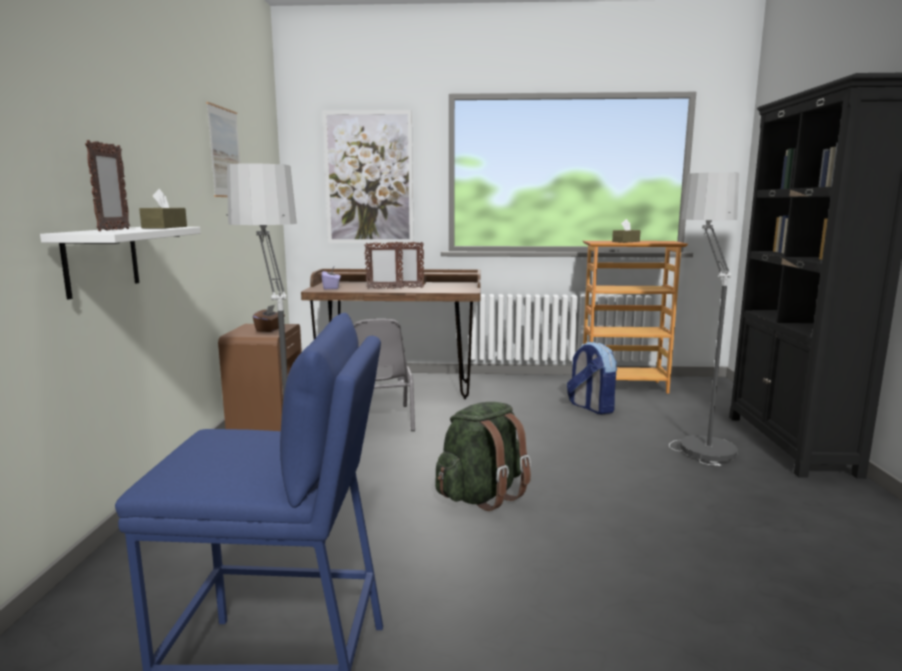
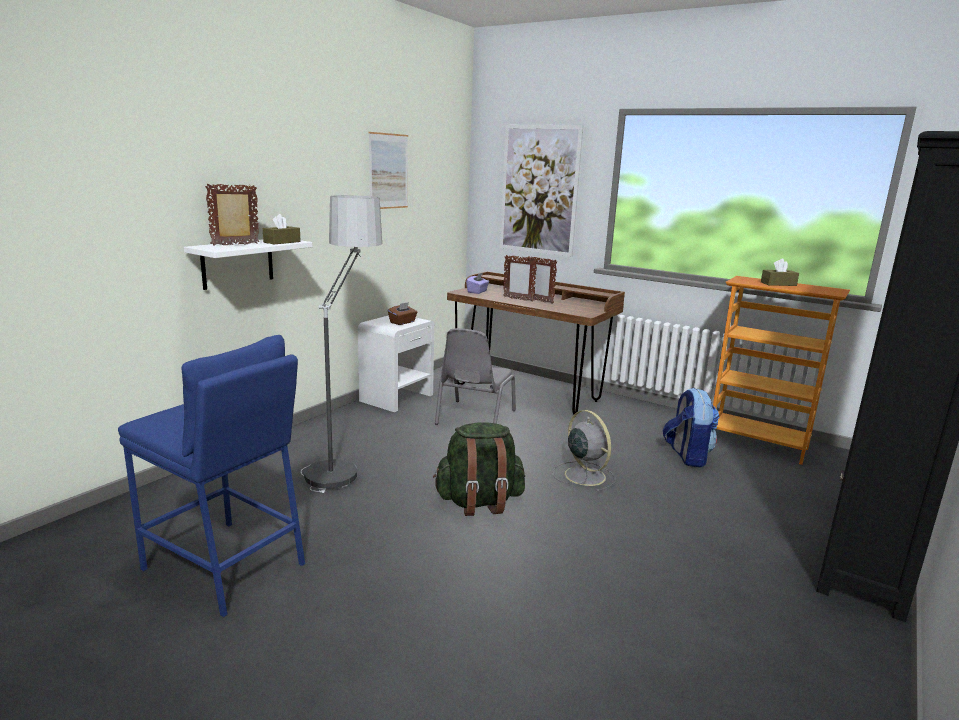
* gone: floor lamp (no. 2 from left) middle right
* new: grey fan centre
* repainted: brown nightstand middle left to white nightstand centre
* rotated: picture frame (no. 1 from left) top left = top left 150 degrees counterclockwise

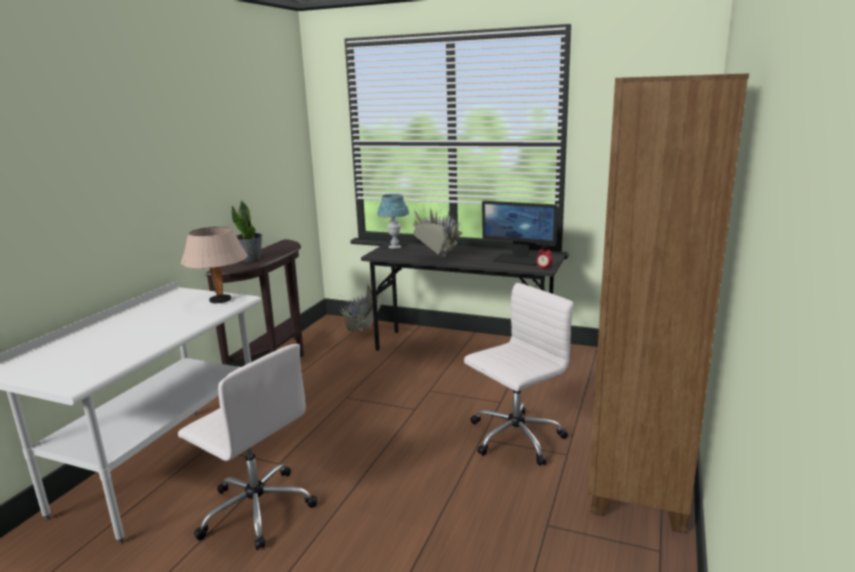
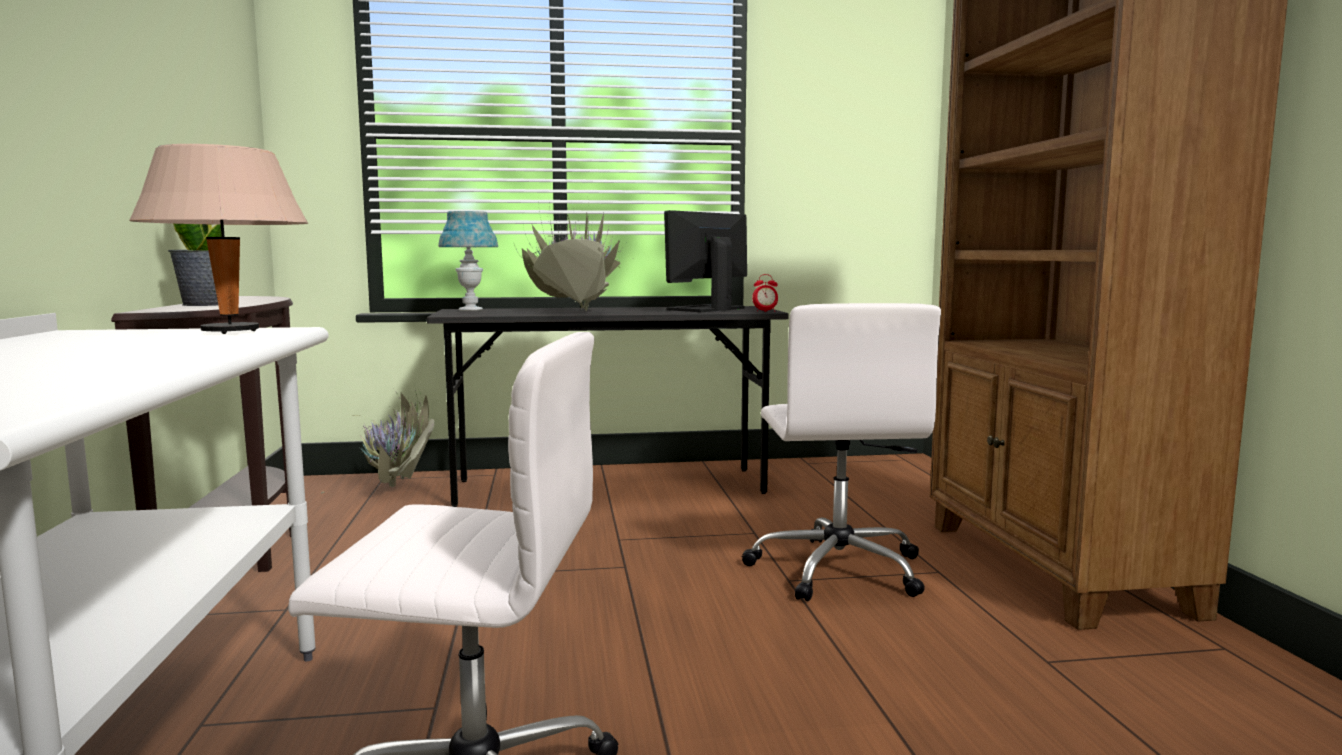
* rotated: white office chair (no. 2 from left) centre = centre 150 degrees clockwise
* rotated: monitor centre = centre 135 degrees clockwise

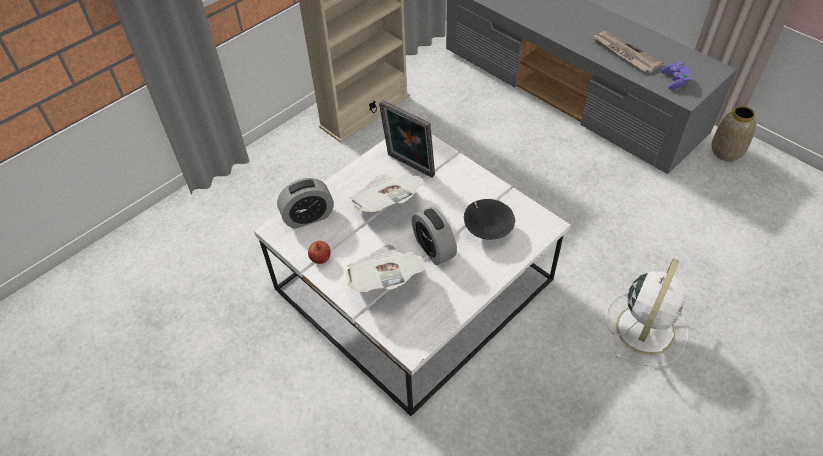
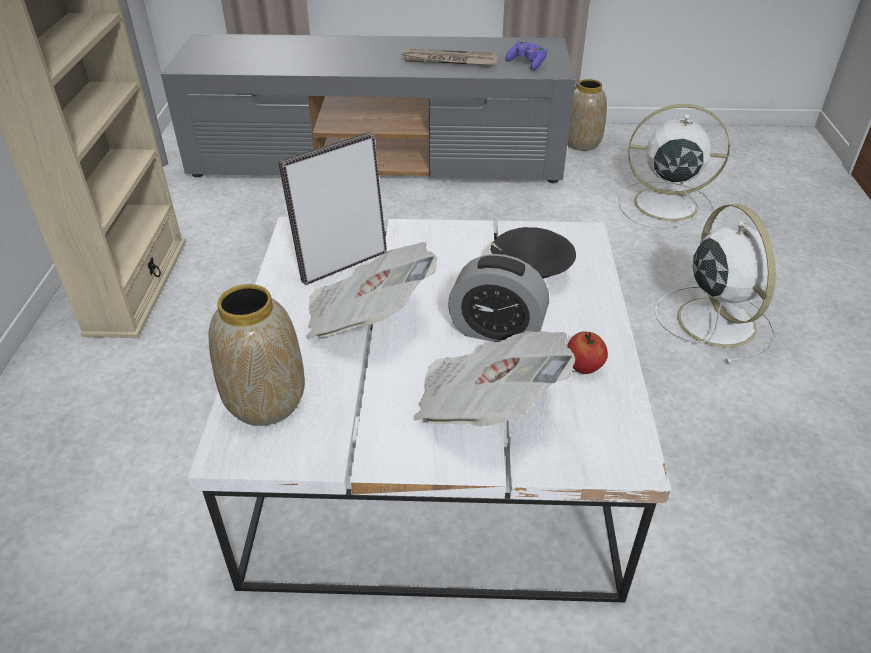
* new: white fan (no. 1 from left) top right
* shifted: apple centre to middle right
* swapped: alarm clock (no. 1 from left) centre to vase (no. 1 from left) middle left
* rotated: picture frame top centre = top centre 150 degrees clockwise

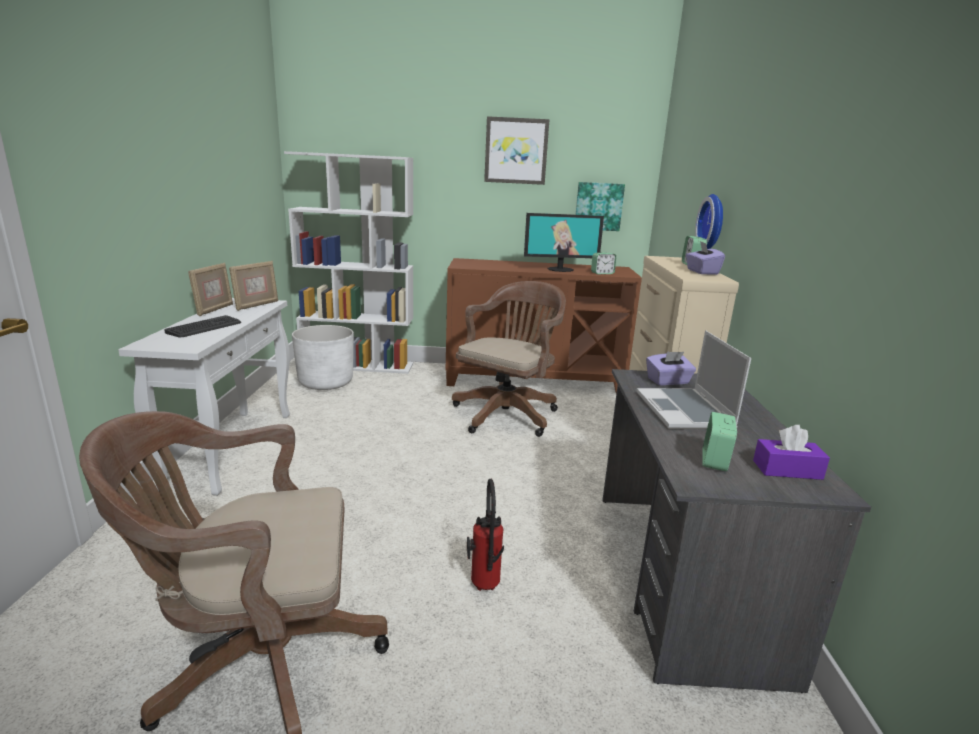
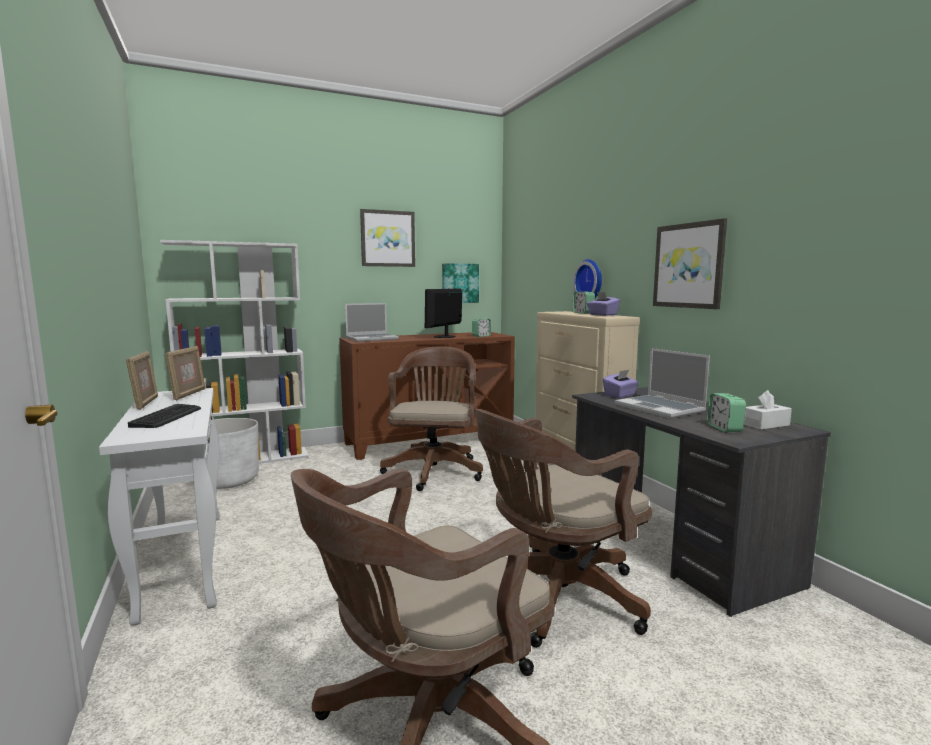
* new: laptop (no. 1 from left) centre
* new: picture (no. 3 from left) middle right
* swapped: fire extinguisher bottom centre to brown office chair (no. 3 from left) bottom centre
* repainted: purple tissue box (no. 3 from left) middle right to white tissue box middle right
* rotated: monitor top centre = centre 150 degrees clockwise

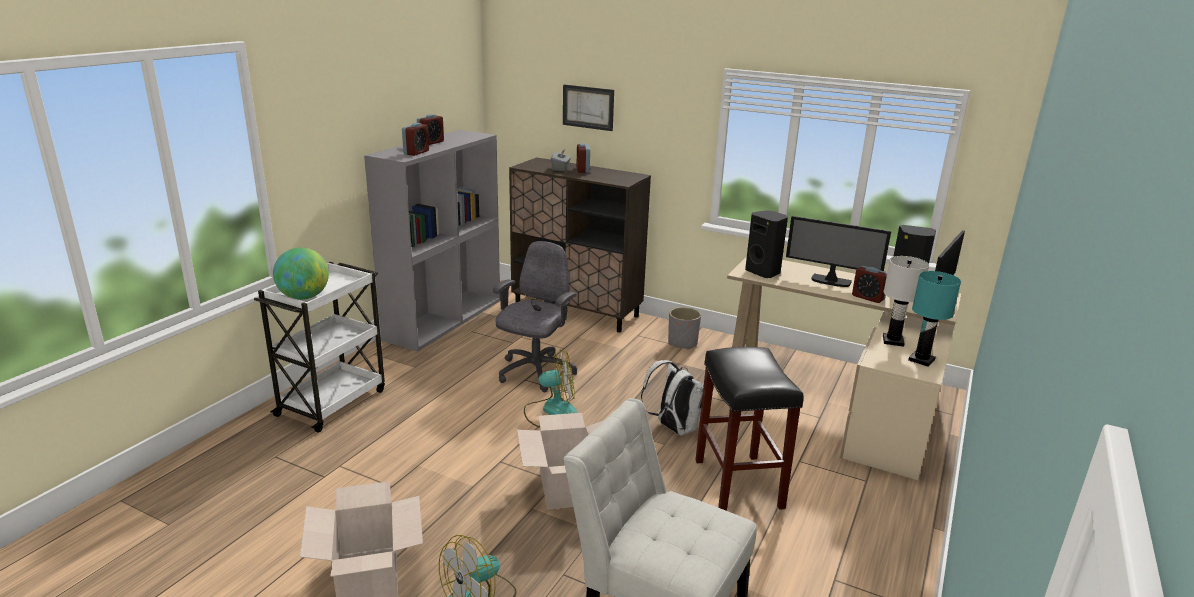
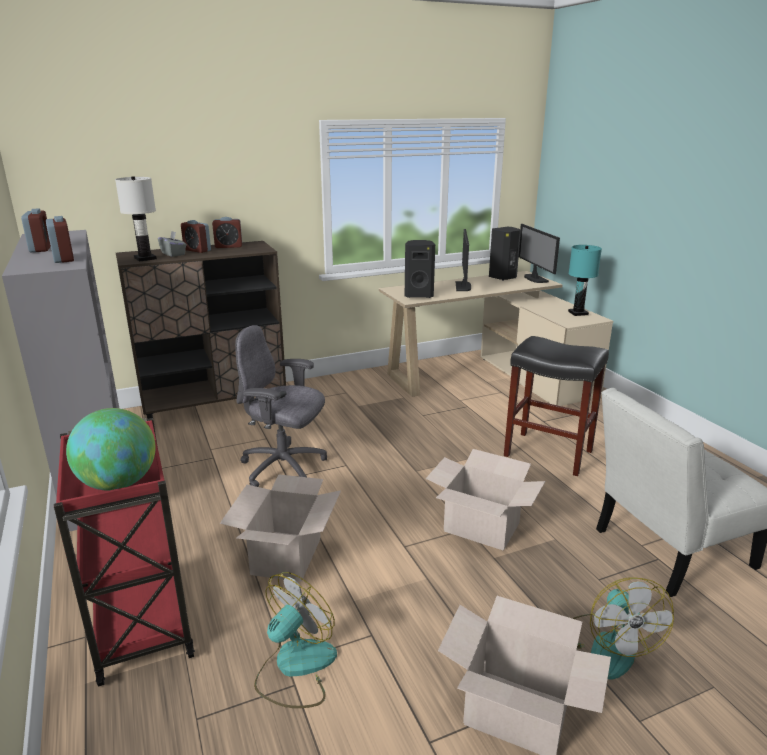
* gone: picture top centre
* gone: white backpack bottom centre
* gone: grey planter centre
* new: cardboard box (no. 1 from left) bottom centre
* shifted: fan (no. 2 from left in the first image) centre to fan (no. 1 from left) bottom centre
* shifted: alarm clock (no. 4 from left) middle right to top left
* shifted: white table lamp middle right to top left
* repainted: white cart middle left to red cart bottom left
* rotated: grey office chair centre = centre 45 degrees counterclockwise
* rotated: monitor (no. 1 from left) middle right = centre 60 degrees counterclockwise

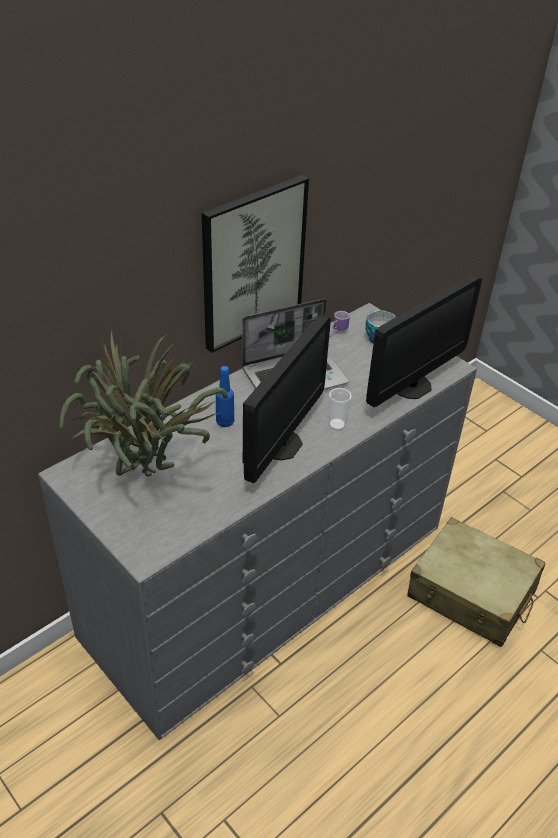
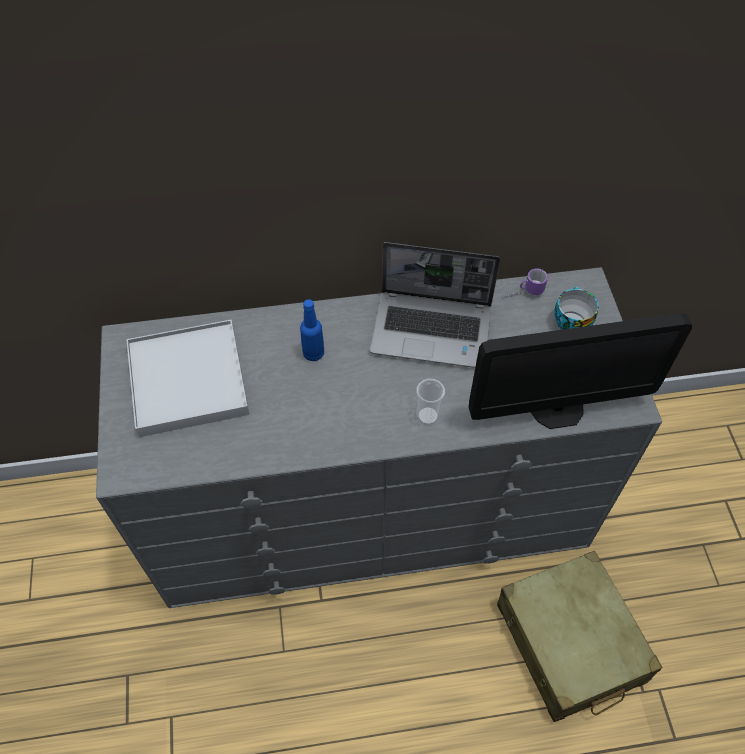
* gone: picture top centre
* gone: monitor (no. 1 from left) centre
* swapped: potted plant middle left to white tray middle left

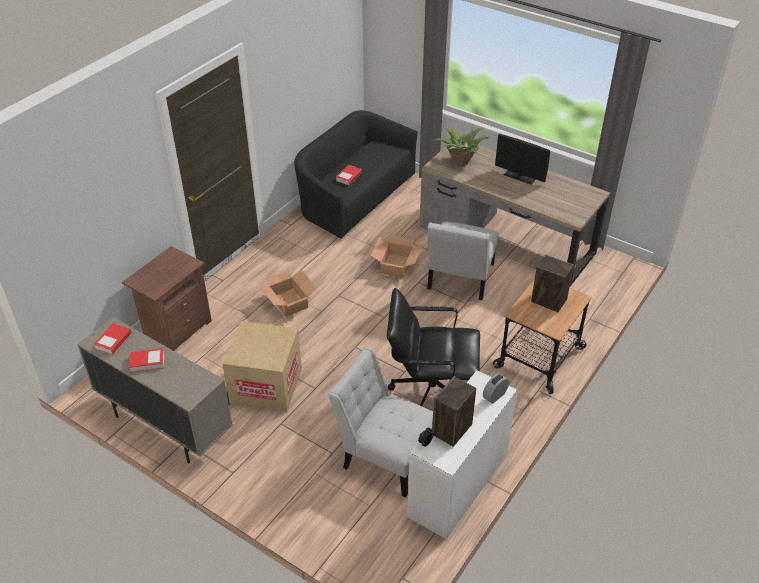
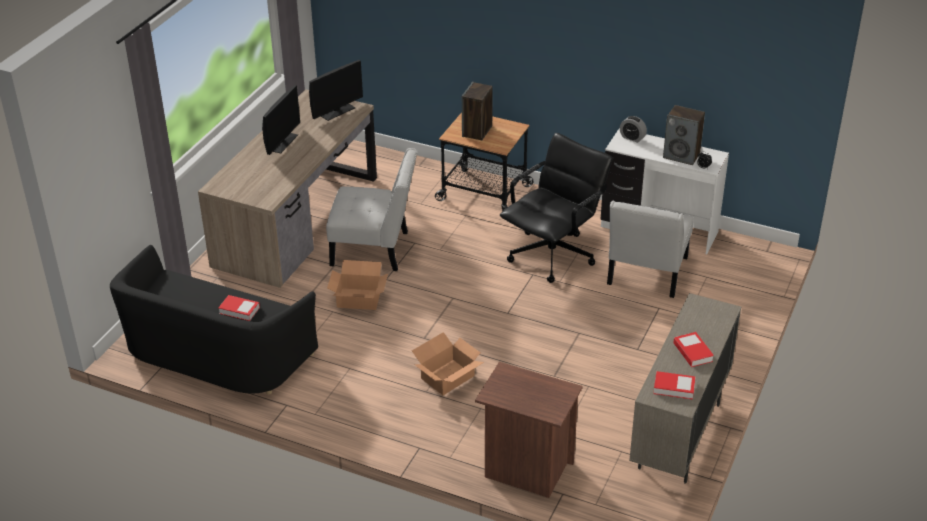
* gone: cardboard box (no. 1 from left) centre
* gone: potted plant top centre
* new: monitor (no. 2 from left) top centre
* rotated: black office chair centre = centre 135 degrees counterclockwise

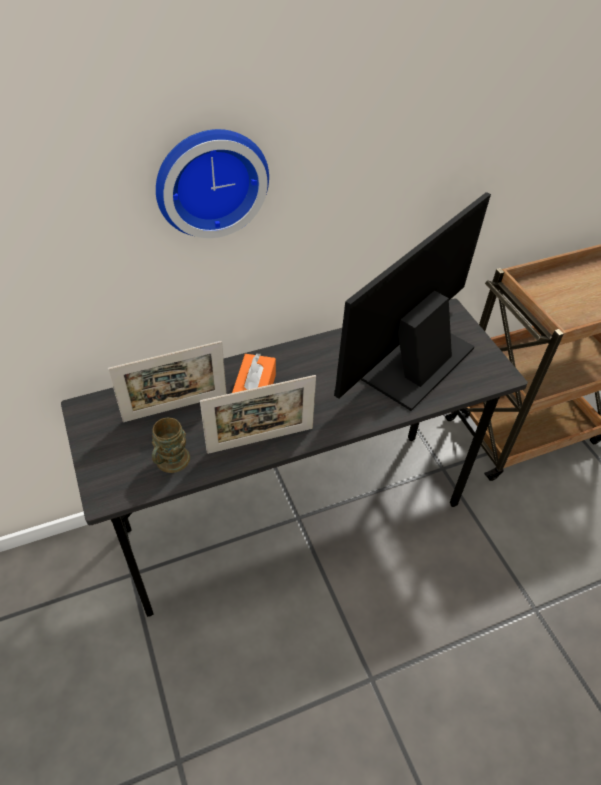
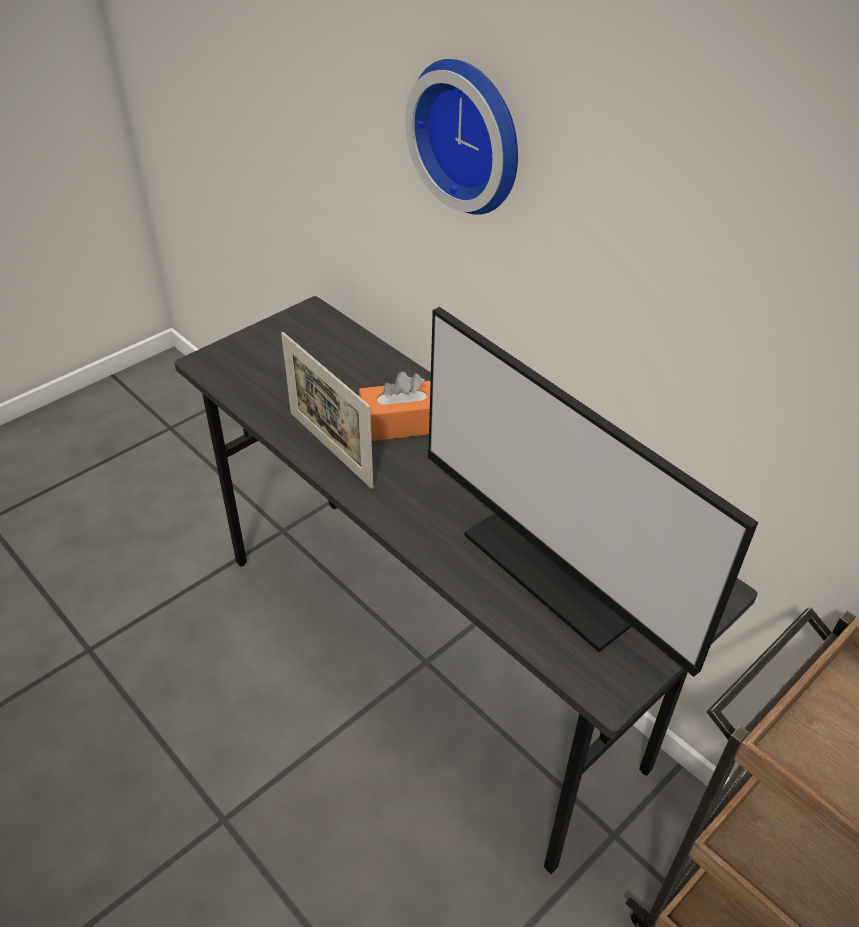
* gone: picture frame (no. 1 from left) middle left
* gone: brown mug middle left
* rotated: monitor middle right = middle right 150 degrees counterclockwise

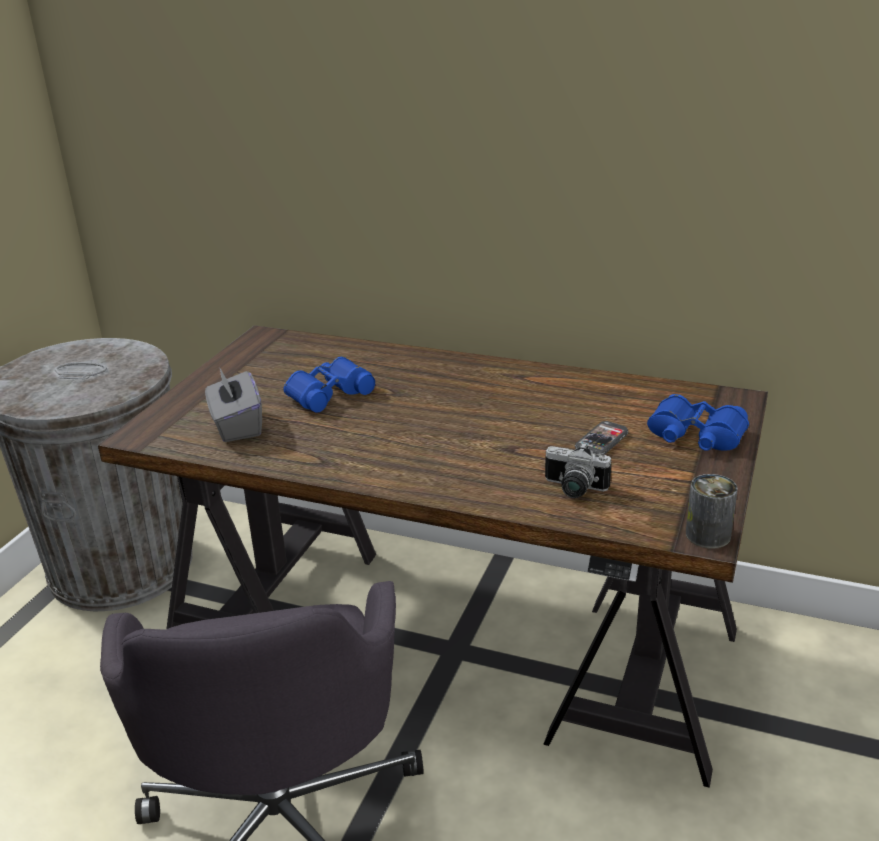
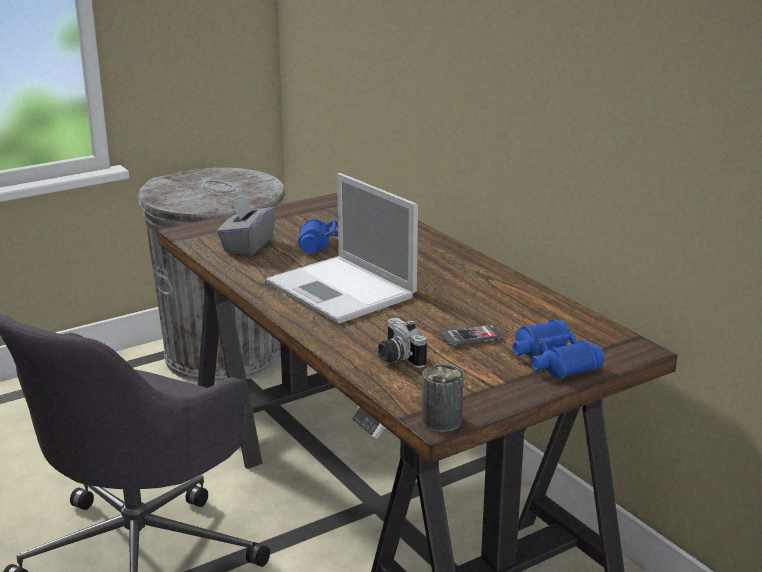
* new: laptop centre

